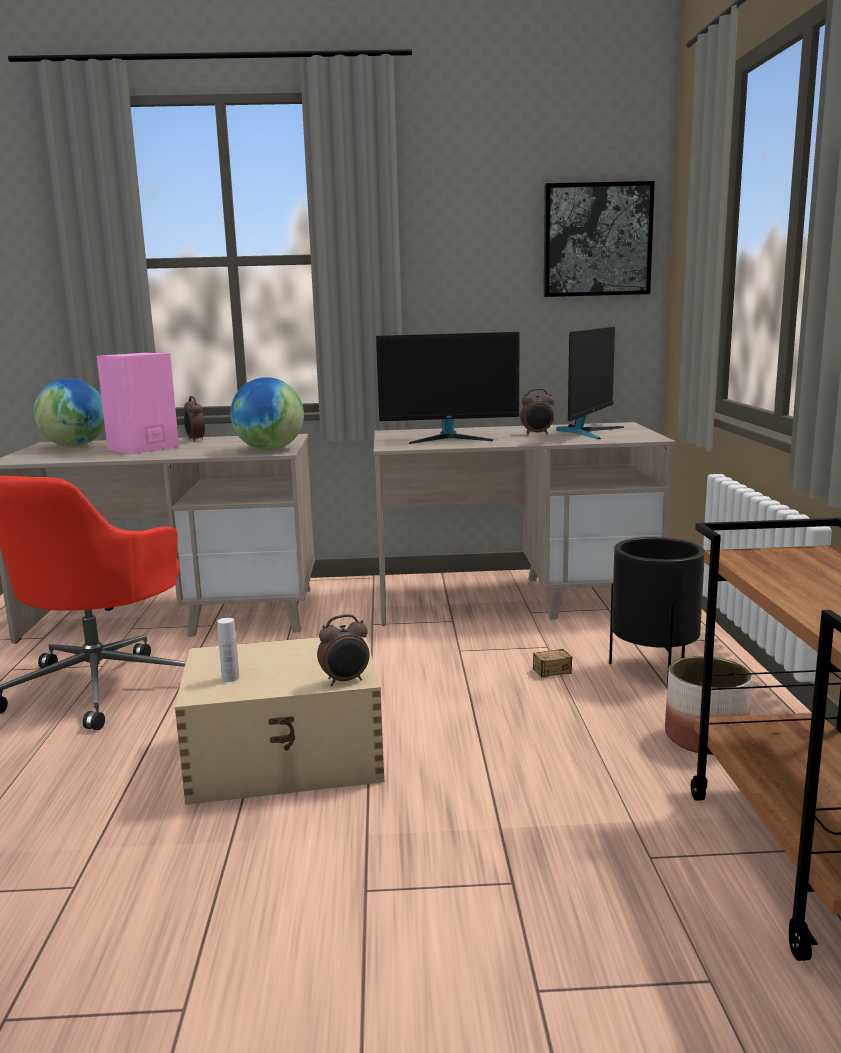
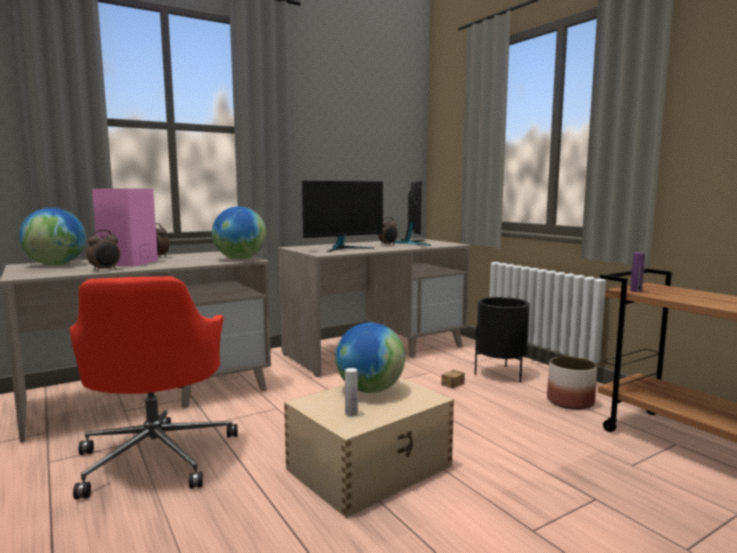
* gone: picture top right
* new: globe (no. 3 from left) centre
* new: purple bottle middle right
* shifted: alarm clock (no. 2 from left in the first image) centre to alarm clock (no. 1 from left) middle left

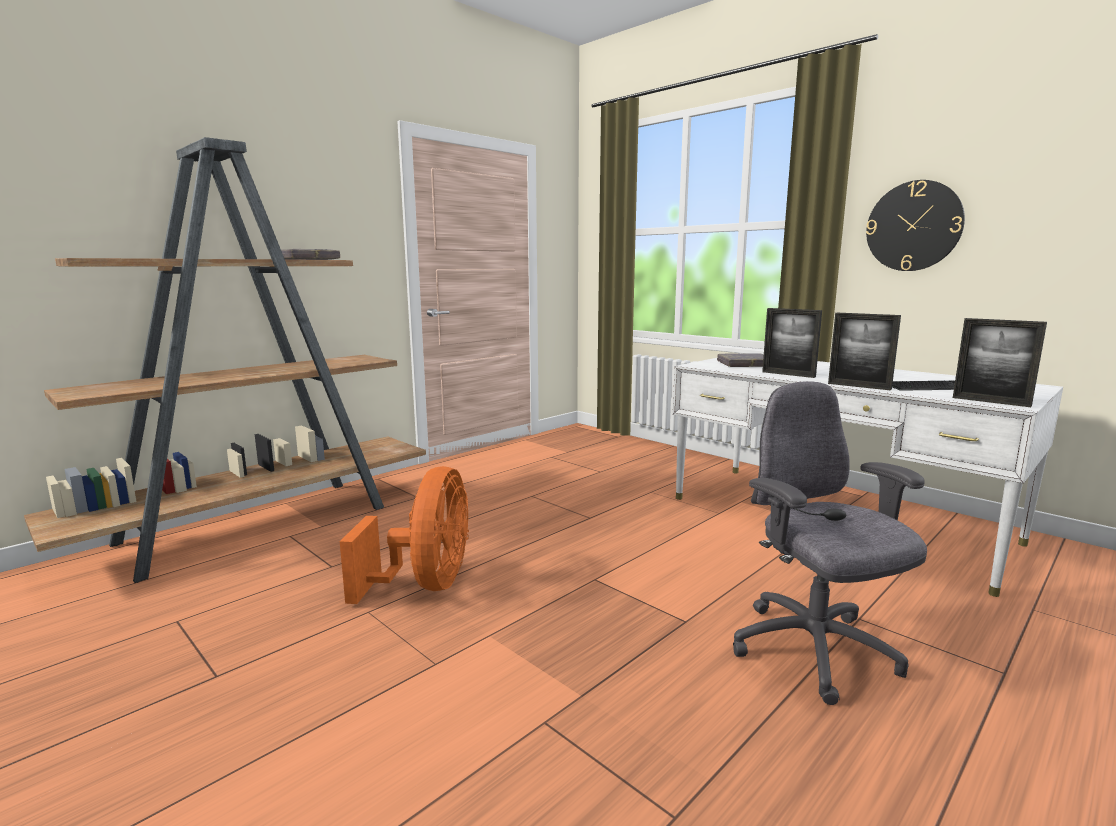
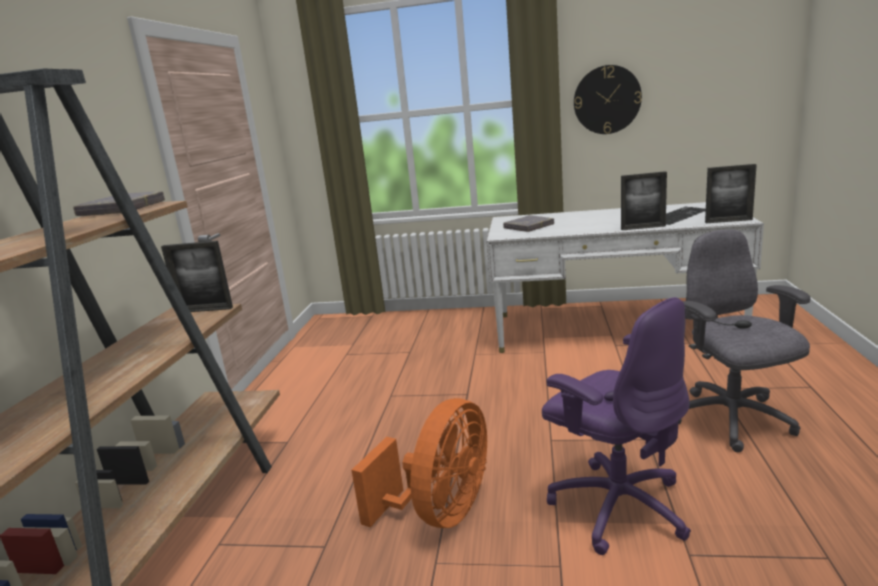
* new: purple office chair bottom right
* shifted: picture frame (no. 1 from left) middle right to middle left
* rotated: orange fan centre = bottom centre 60 degrees clockwise
* rotated: grey office chair middle right = middle right 45 degrees clockwise

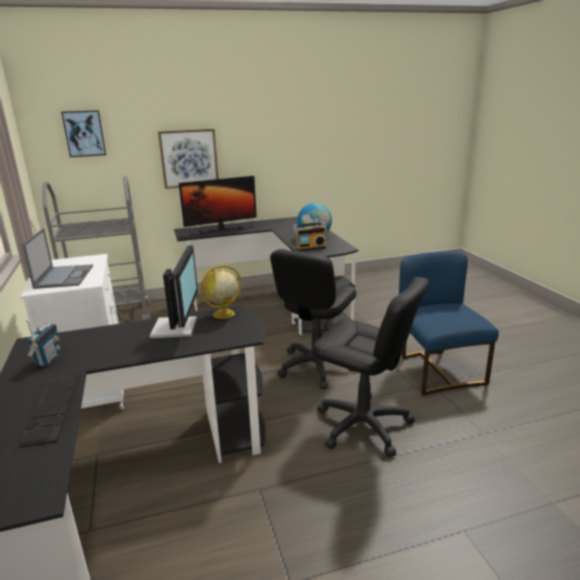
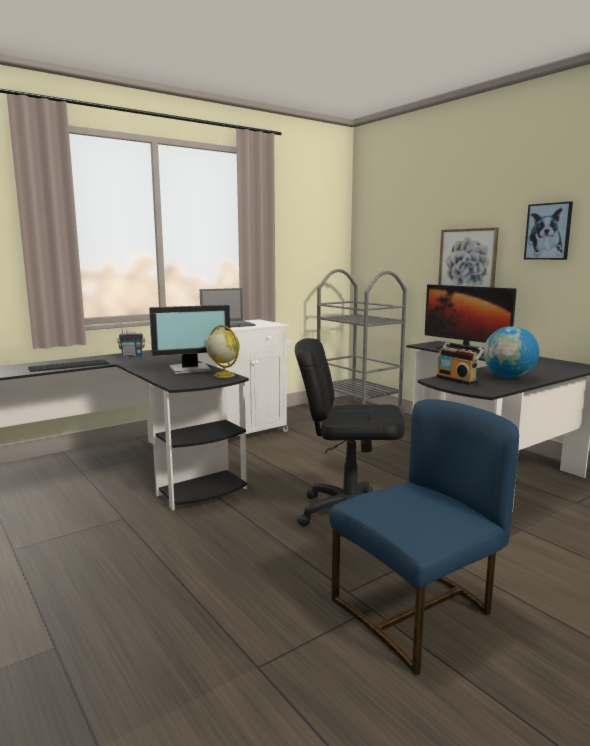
* gone: black office chair (no. 2 from left) centre
* shifted: picture (no. 1 from left in the first image) top left to picture (no. 2 from left) top right

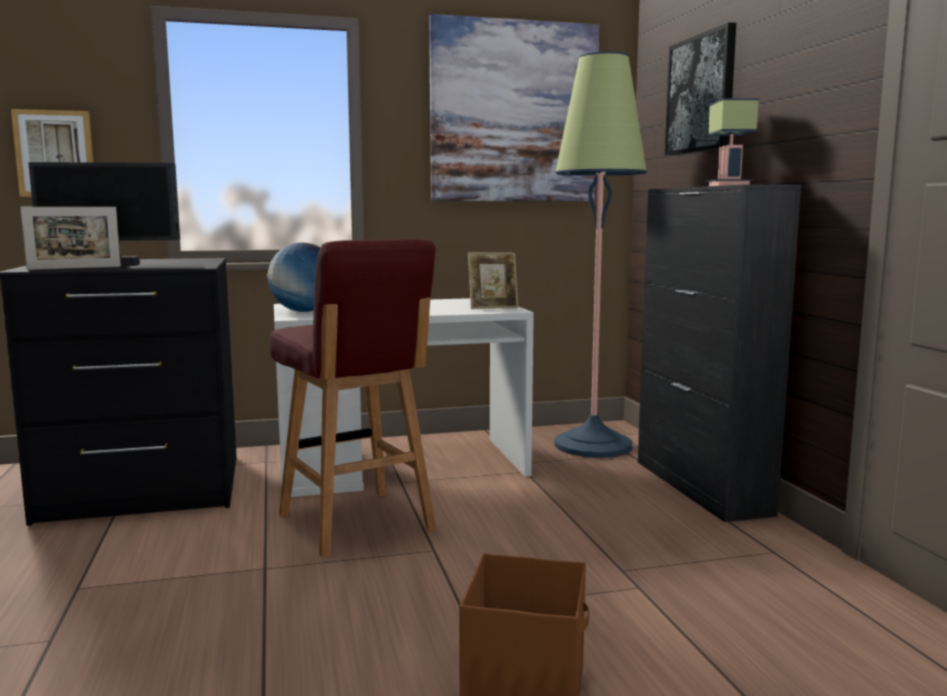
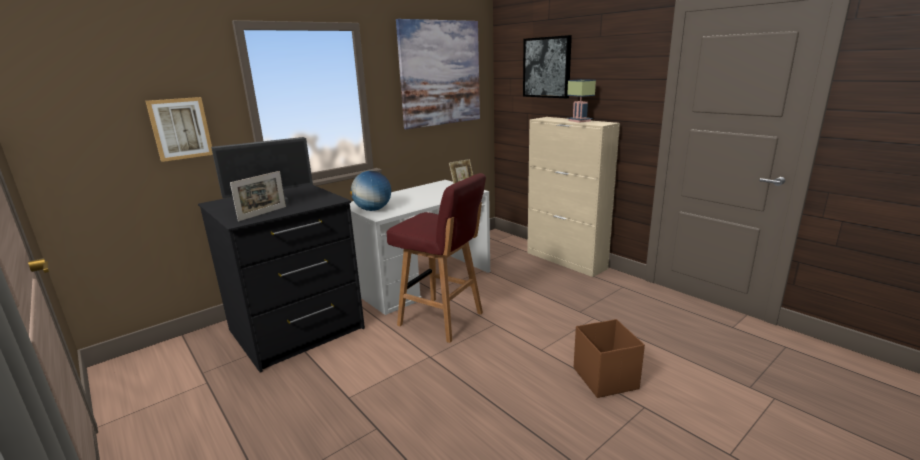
* gone: floor lamp centre
* repainted: black cabinet middle right to beige cabinet centre

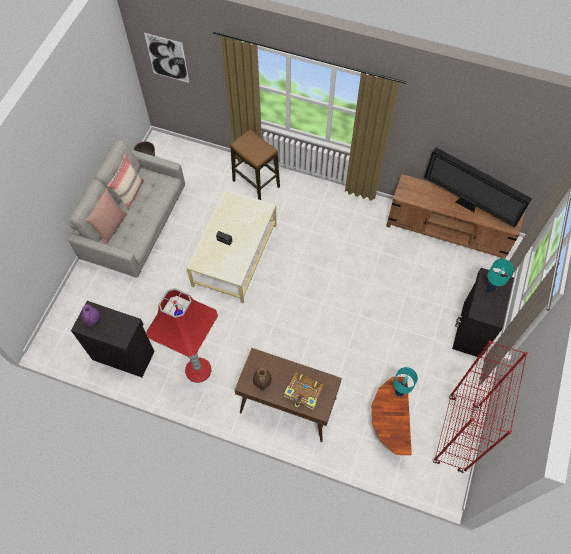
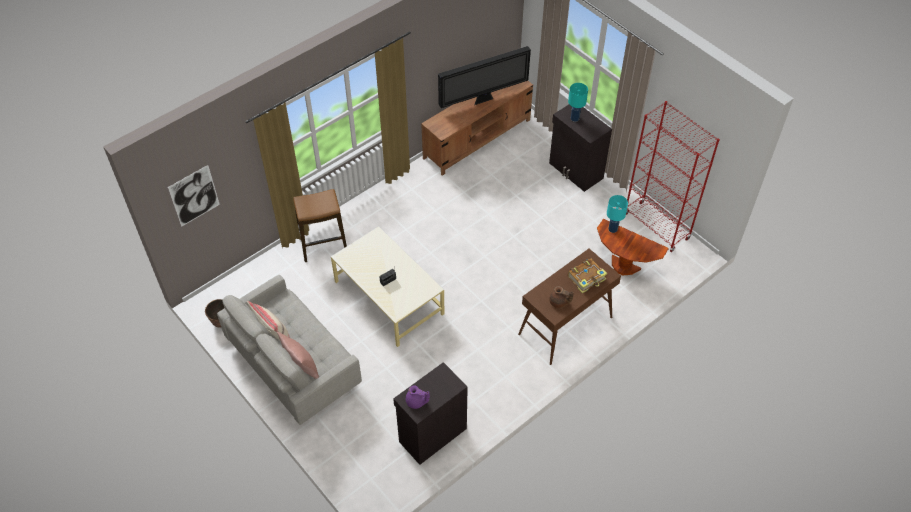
* gone: red floor lamp middle left

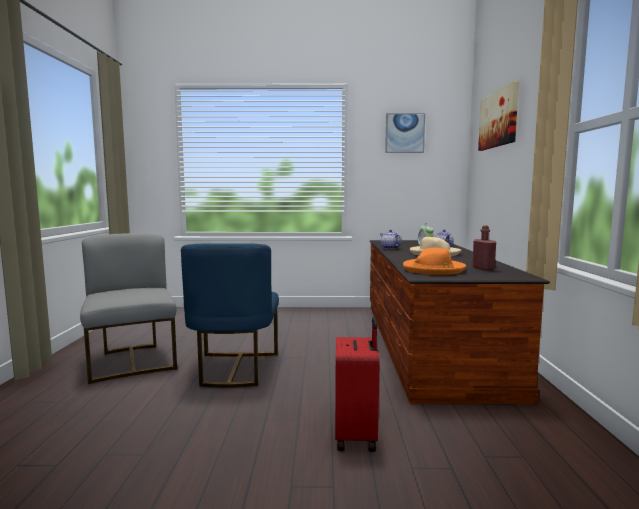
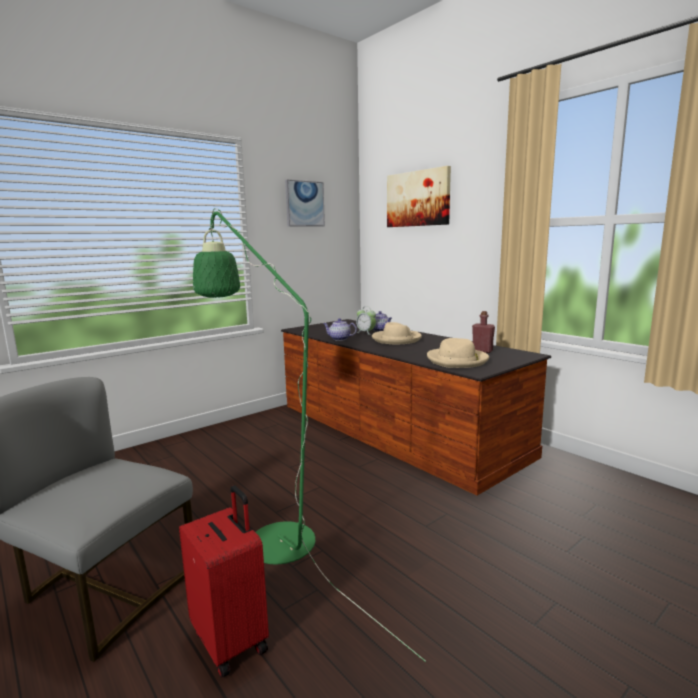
* shifted: red suitcase bottom centre to bottom left
* swapped: blue chair centre to green floor lamp centre
* repainted: orange hat middle right to beige hat (no. 2 from left) centre

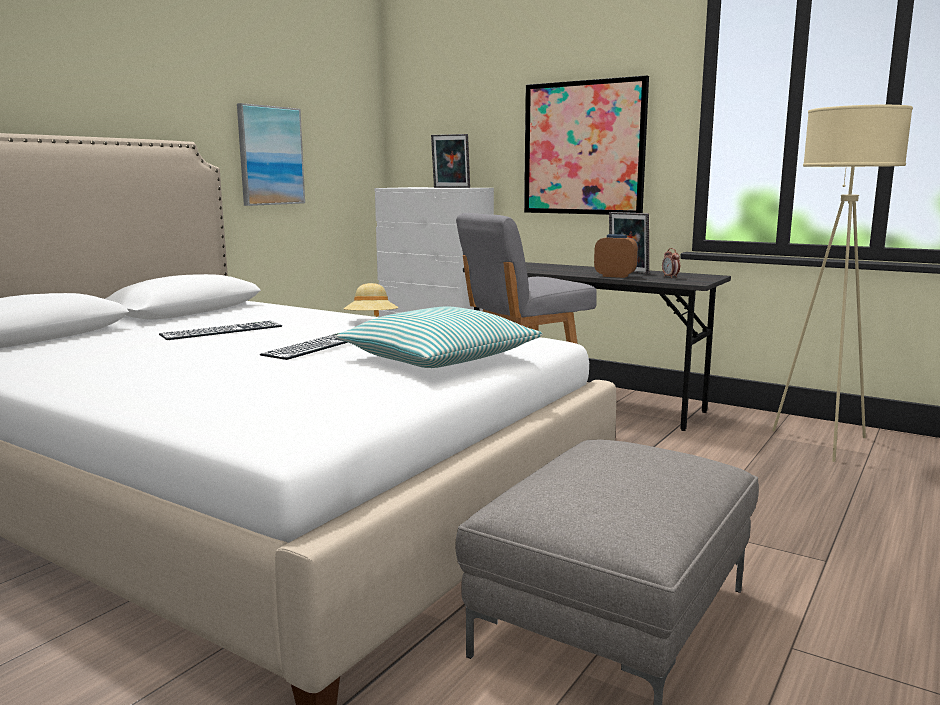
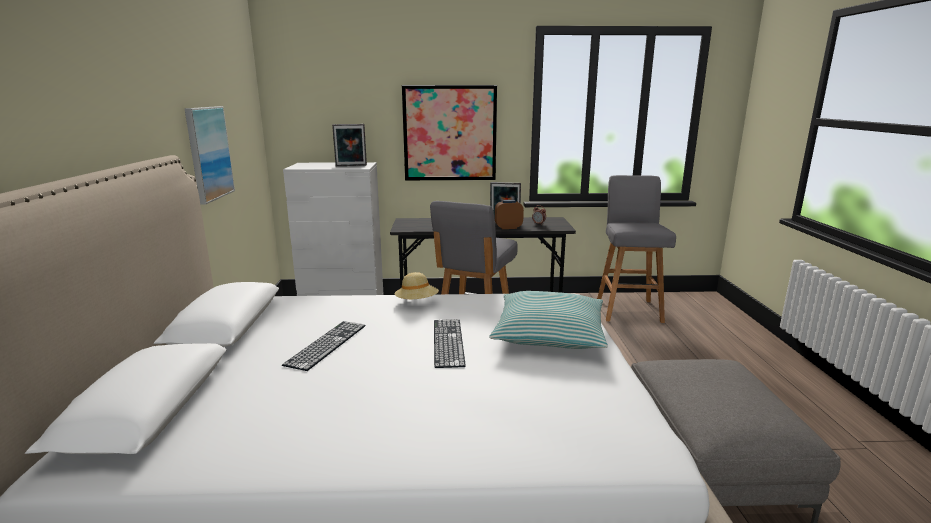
* swapped: beige floor lamp middle right to grey stool (no. 2 from left) middle right

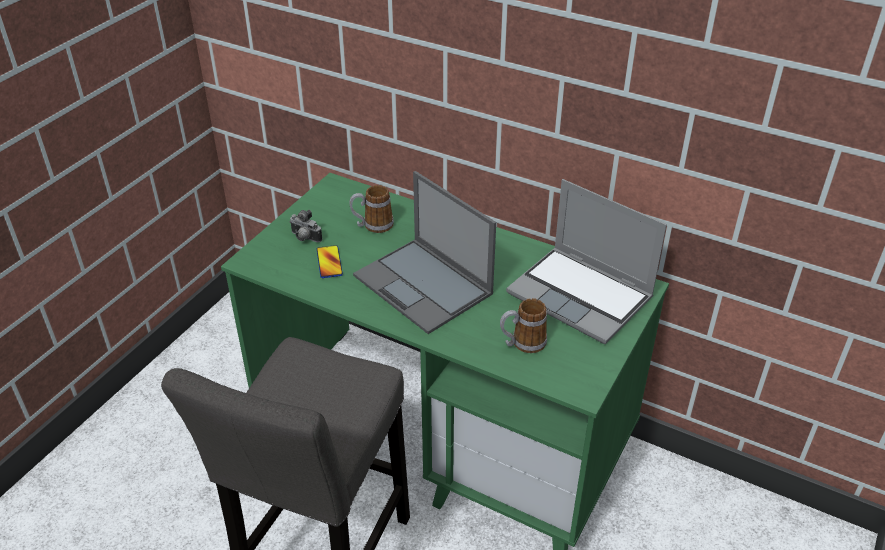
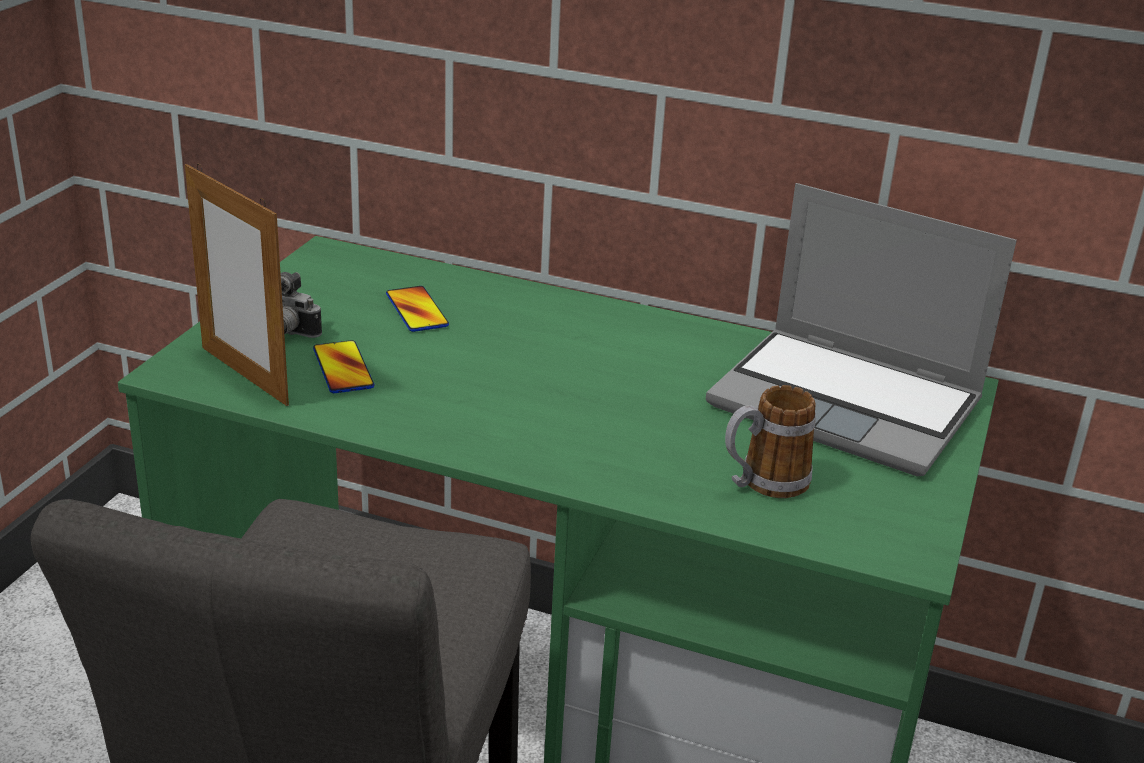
* gone: laptop (no. 1 from left) centre
* new: picture frame middle left
* swapped: mug (no. 1 from left) centre to phone (no. 2 from left) centre

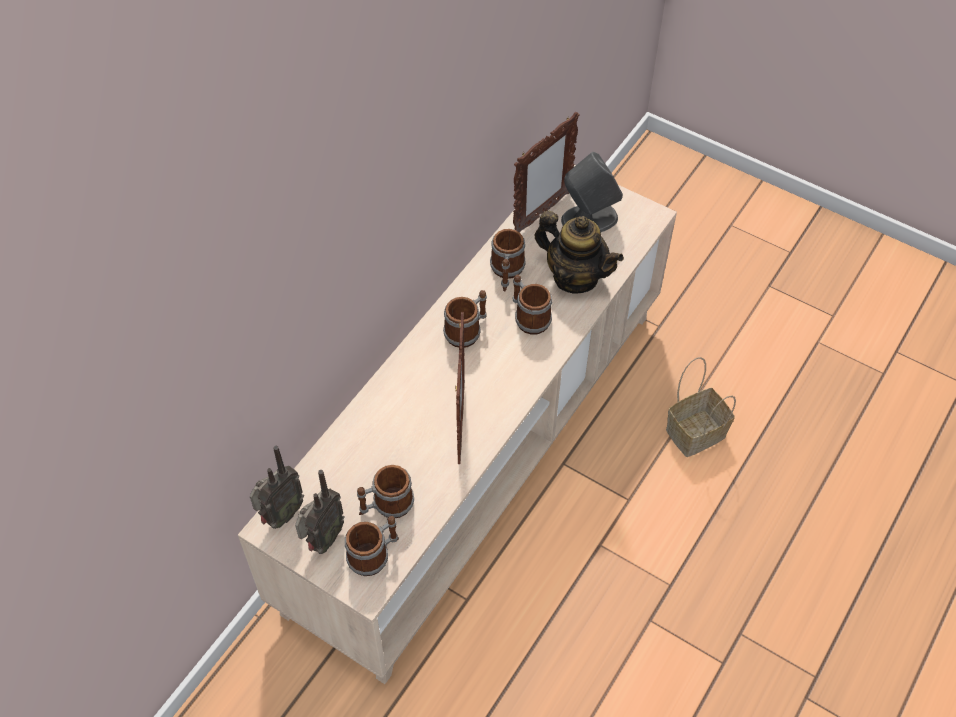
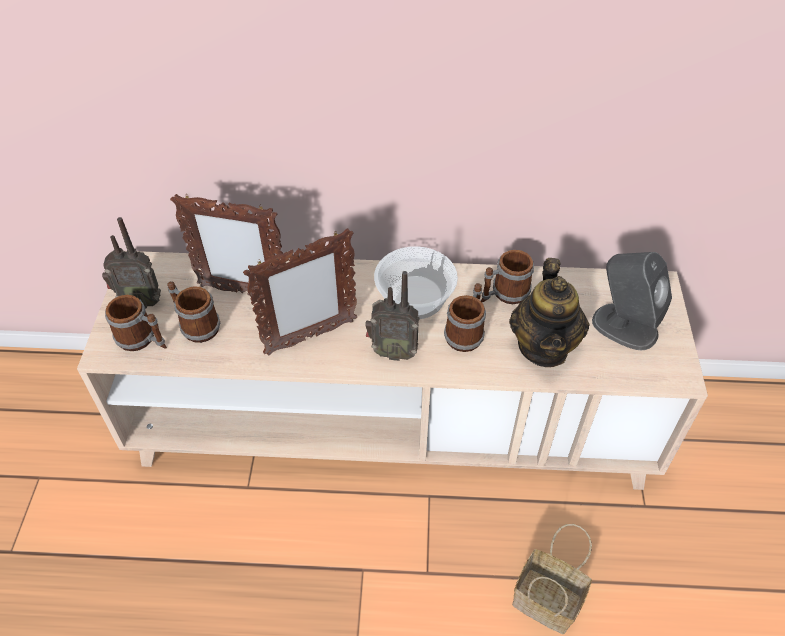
* shifted: radio (no. 1 from left in the first image) bottom left to radio (no. 2 from left) centre
* shifted: picture frame (no. 2 from left in the first image) top centre to picture frame (no. 1 from left) middle left
* swapped: mug (no. 3 from left) centre to bowl centre

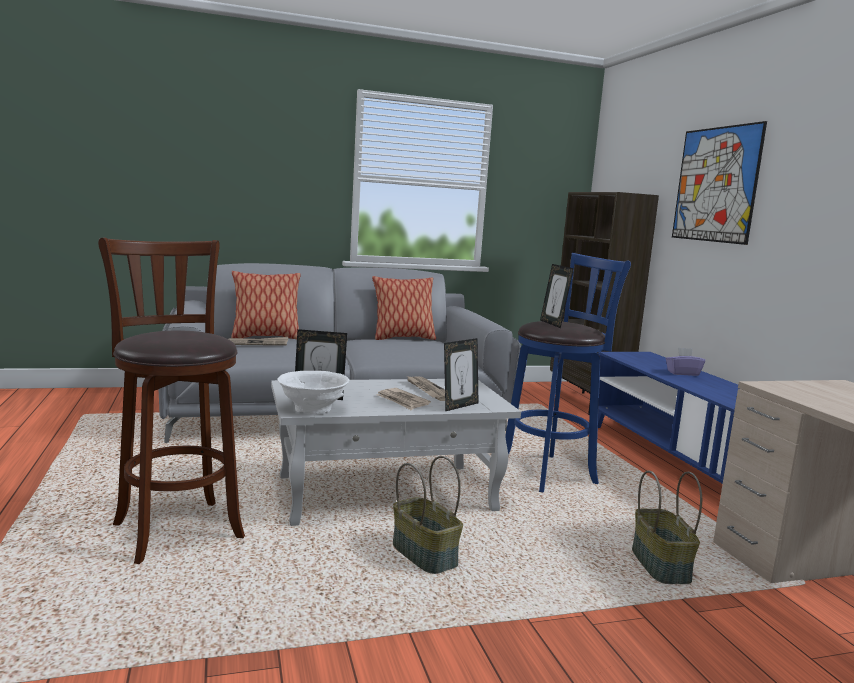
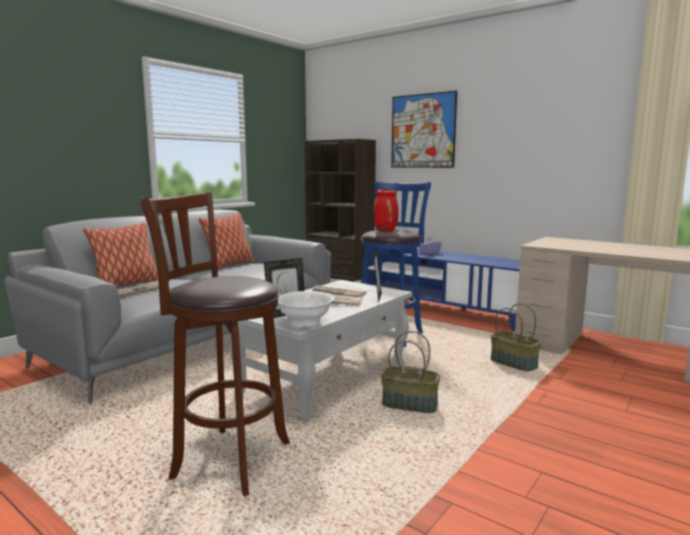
* swapped: picture frame (no. 3 from left) centre to red vase centre

